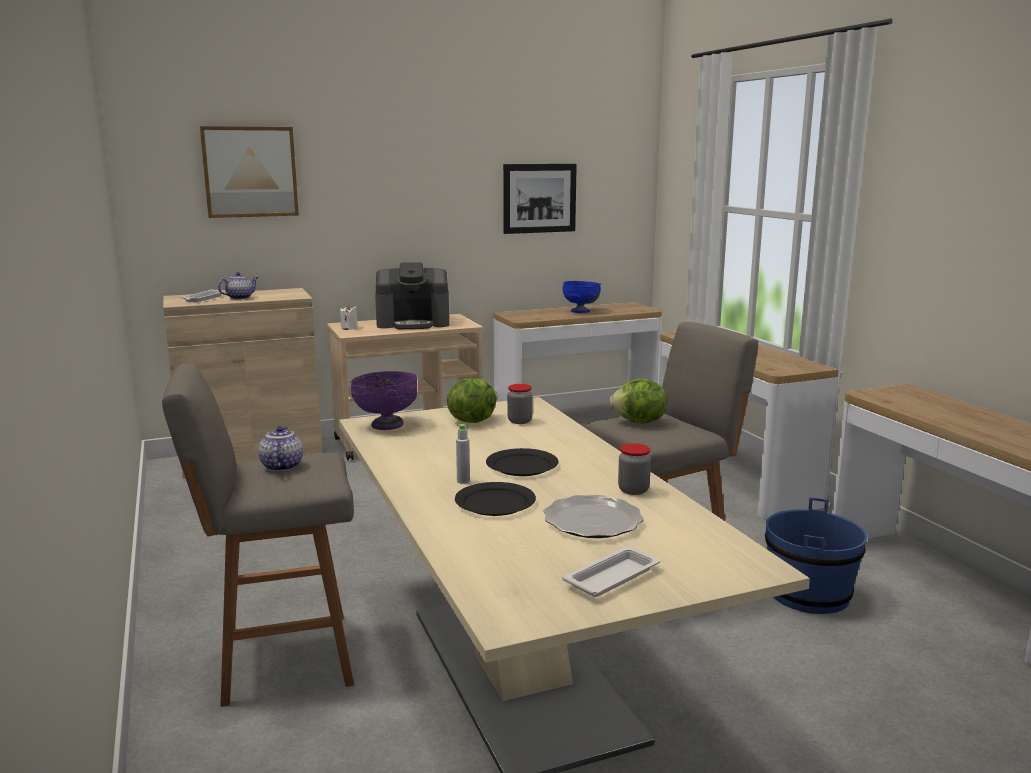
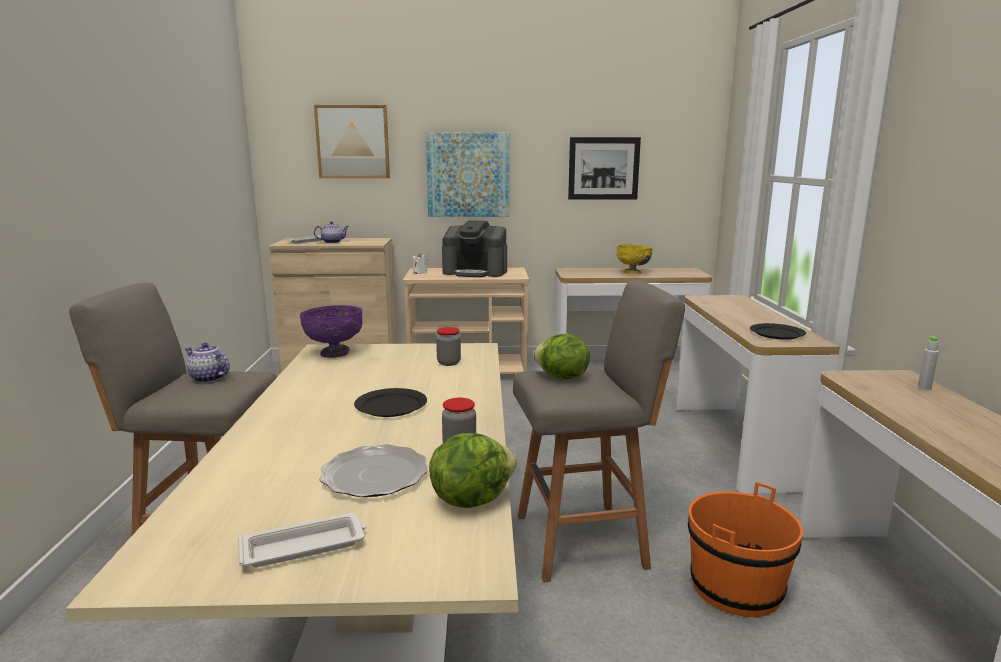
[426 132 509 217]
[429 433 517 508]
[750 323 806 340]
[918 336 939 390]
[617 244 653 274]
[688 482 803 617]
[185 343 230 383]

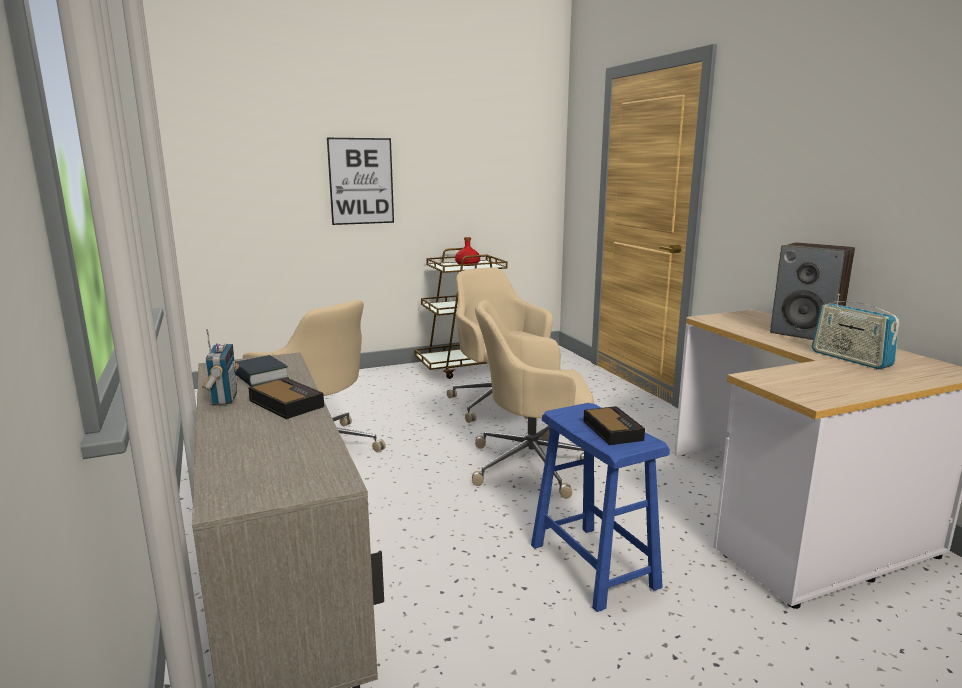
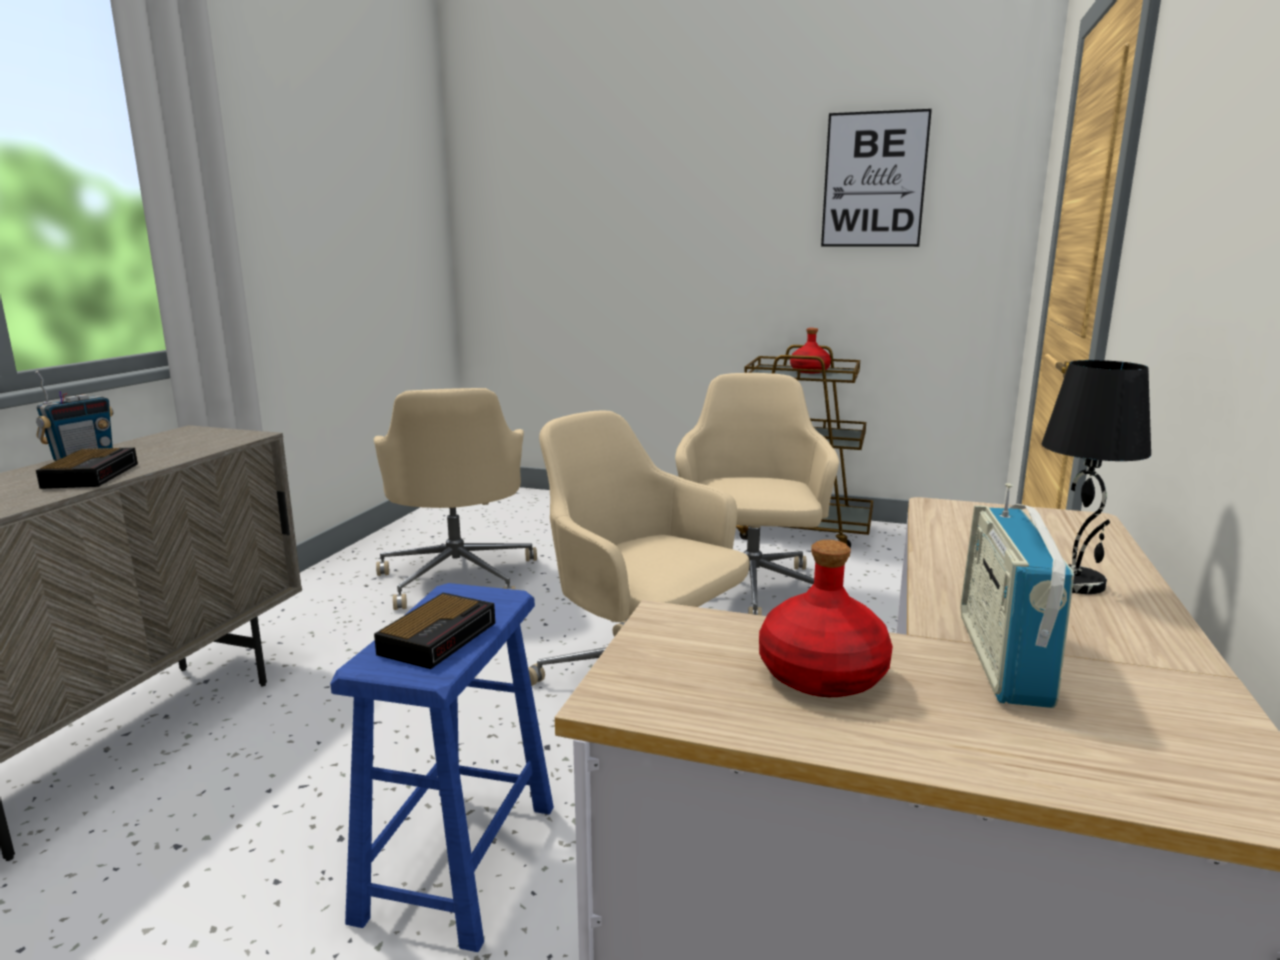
[235 355 289 387] (first image)
[759 540 893 697]
[821 109 932 247]
[1041 360 1151 594]

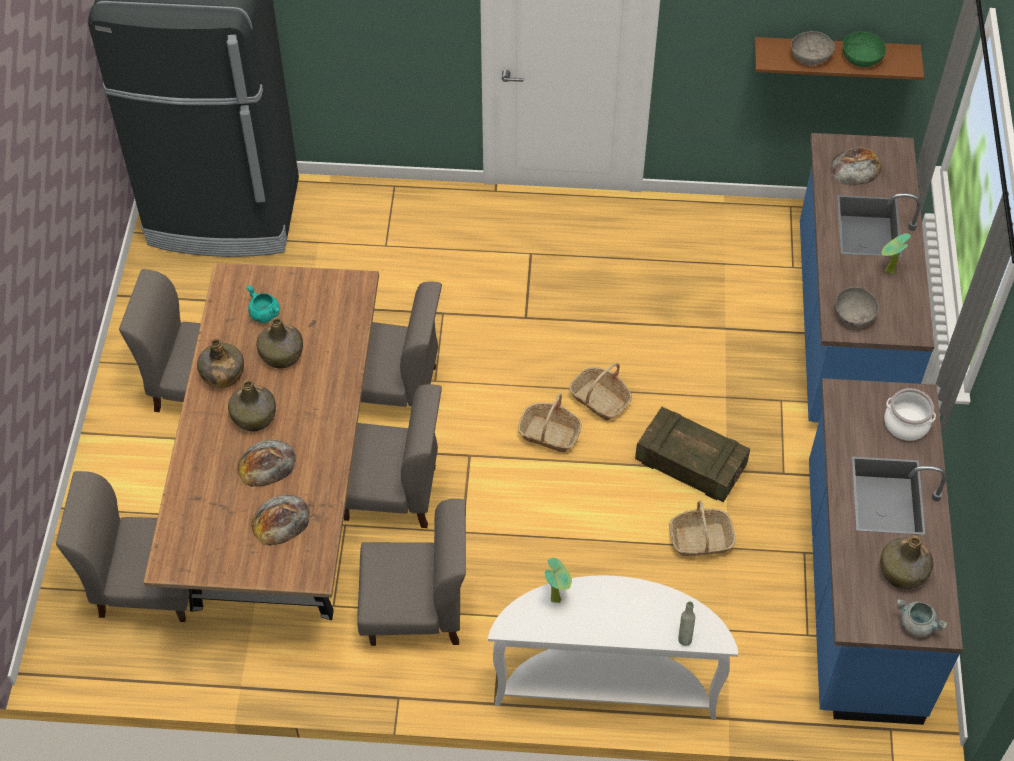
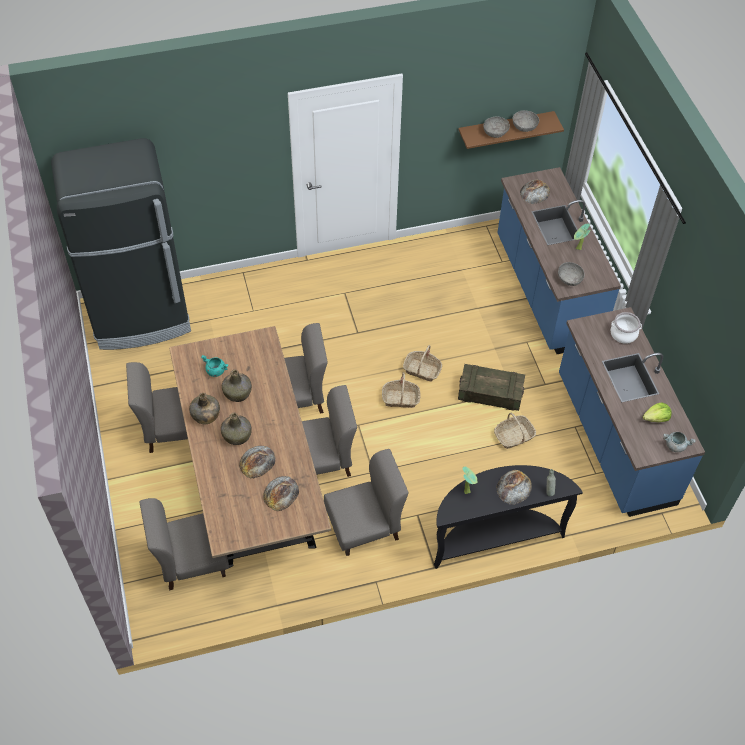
[496 470 532 505]
[643 403 672 422]
[434 465 583 569]
[512 110 539 132]

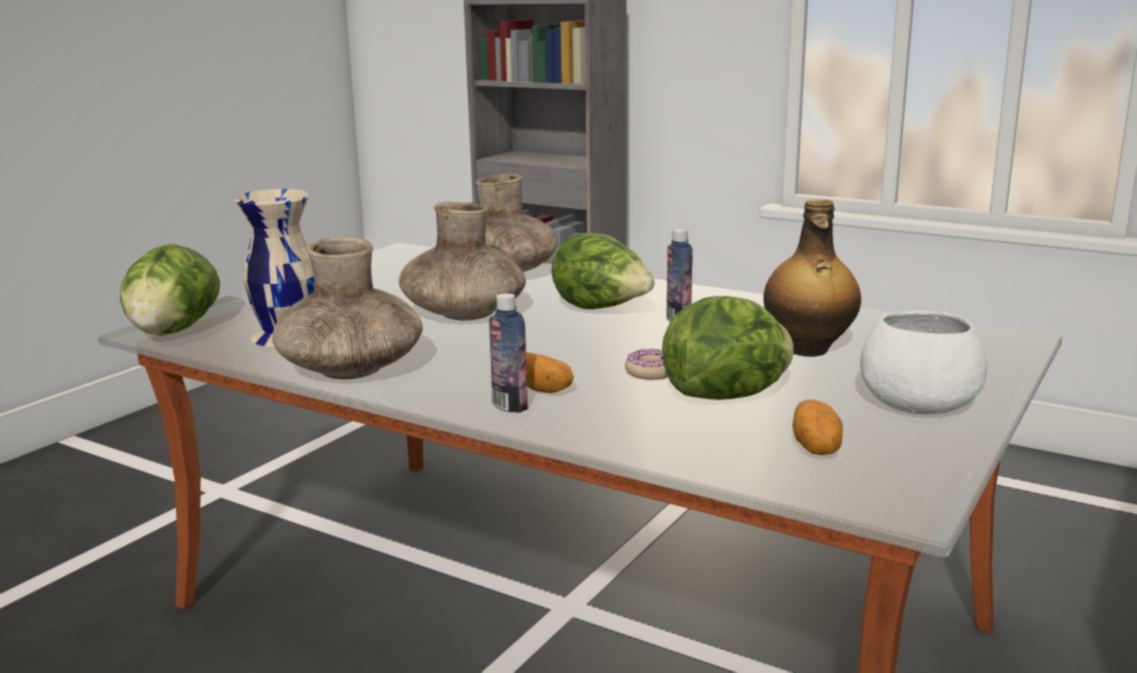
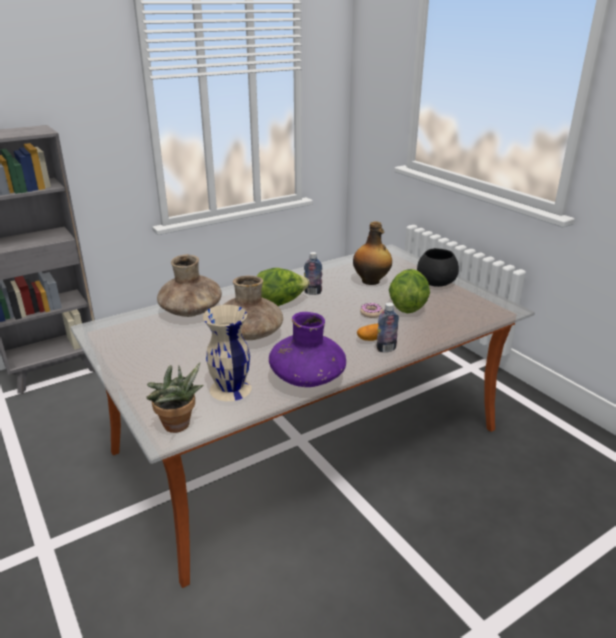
[792 399 843 455] (first image)
[146 363 203 433]
[269 312 346 387]
[417 248 459 287]

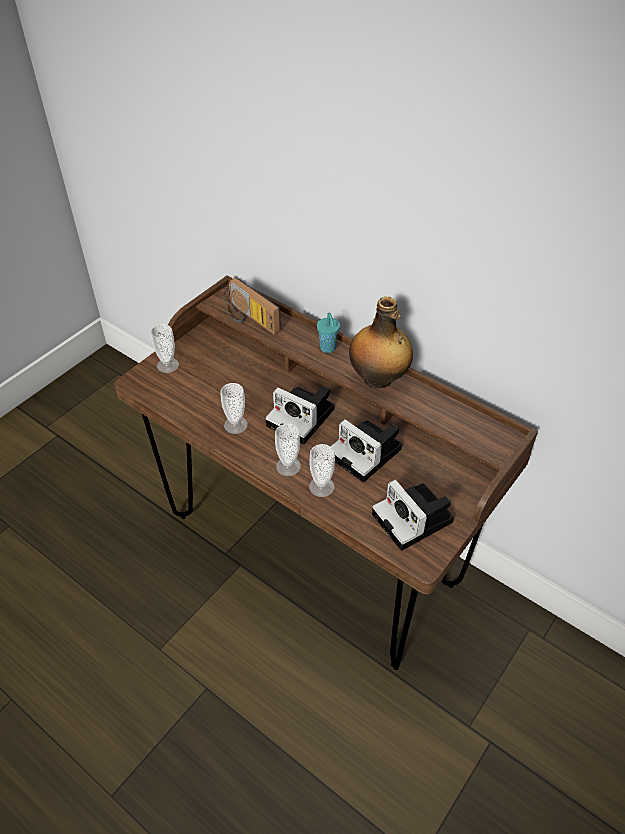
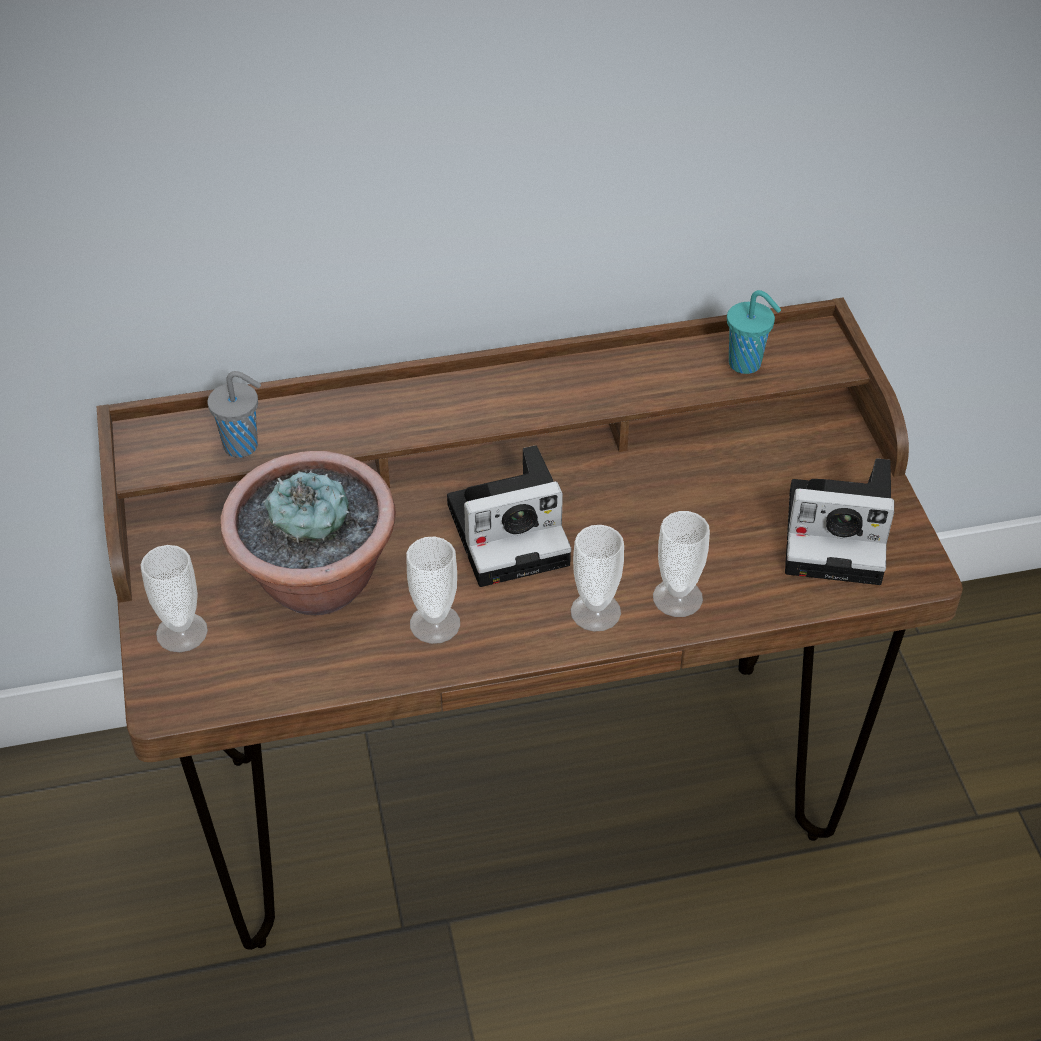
[330 419 403 482] (first image)
[349 297 413 389] (first image)
[221 451 396 615]
[727 290 781 374]
[208 371 261 457]

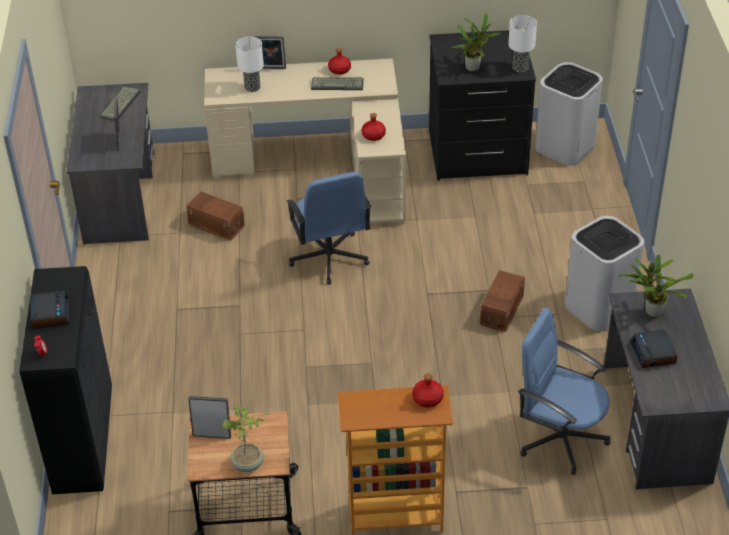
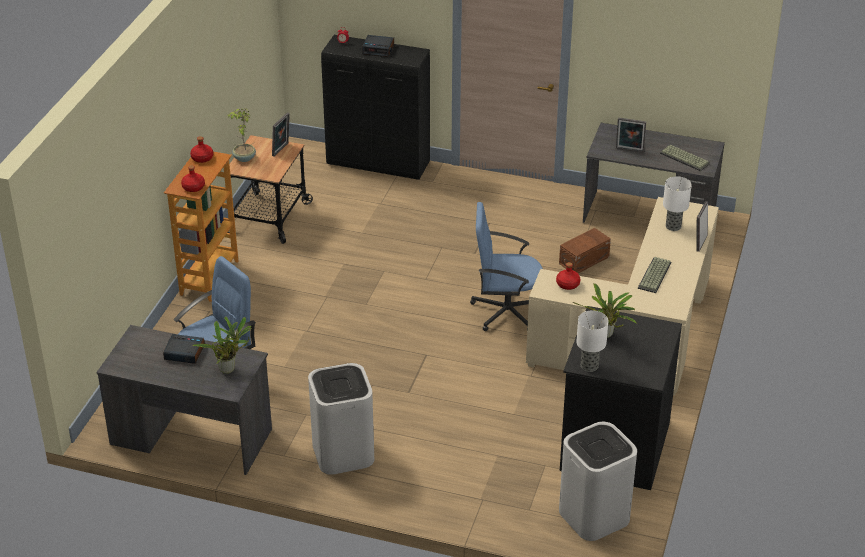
[480 270 525 332] (first image)
[190 136 213 163]

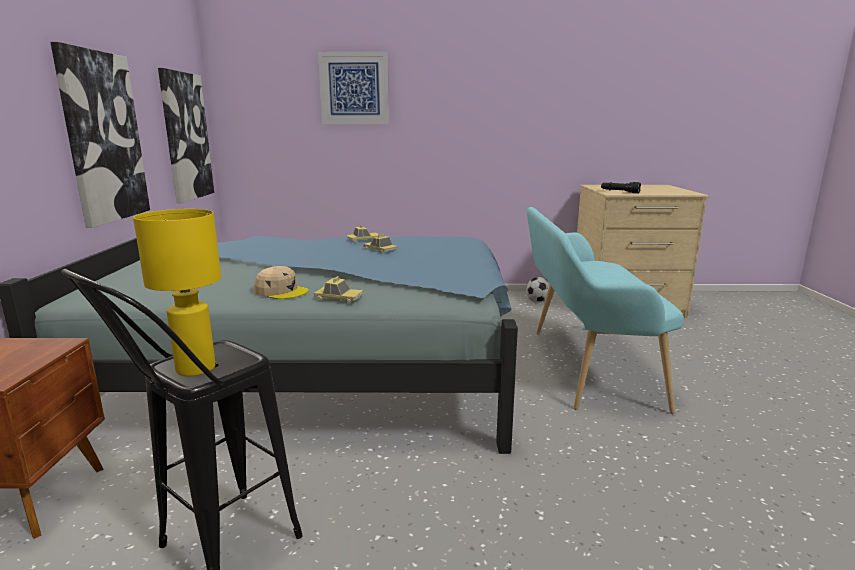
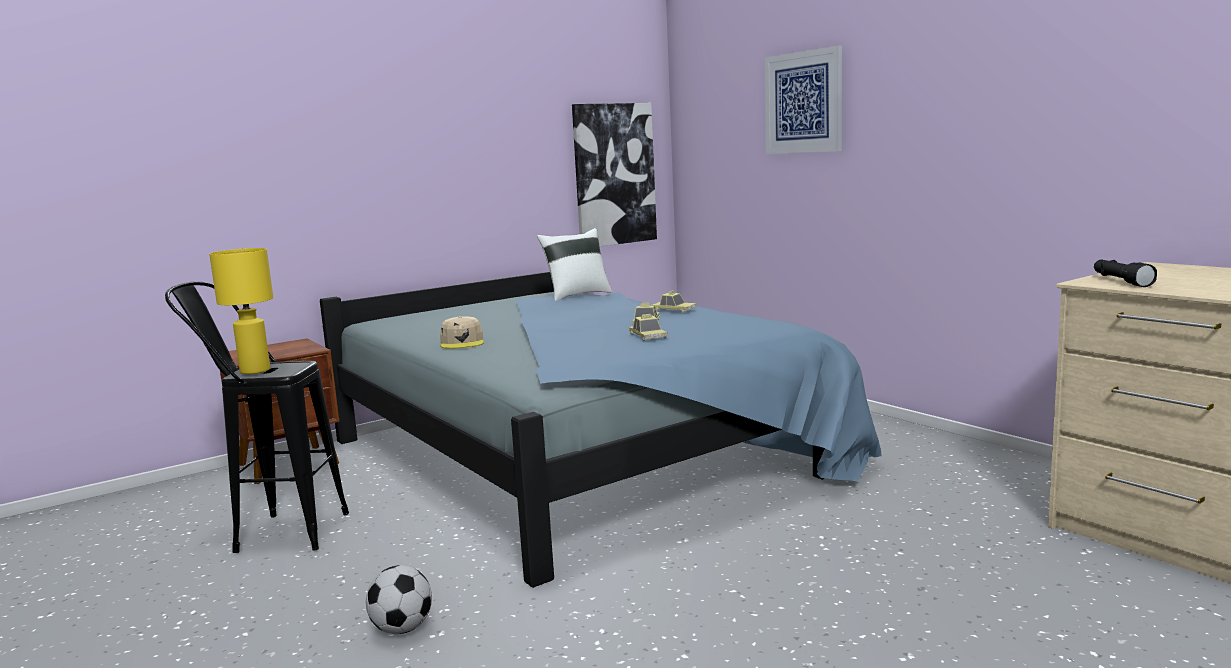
[50 42 150 228] (first image)
[527 207 684 414] (first image)
[537 228 612 301]
[629 314 668 341]
[366 565 432 634]

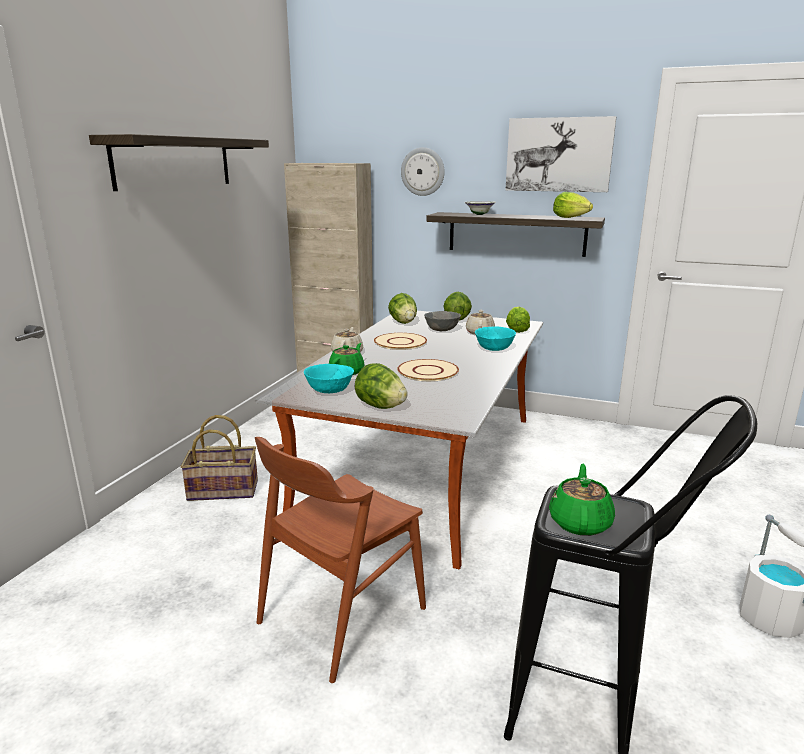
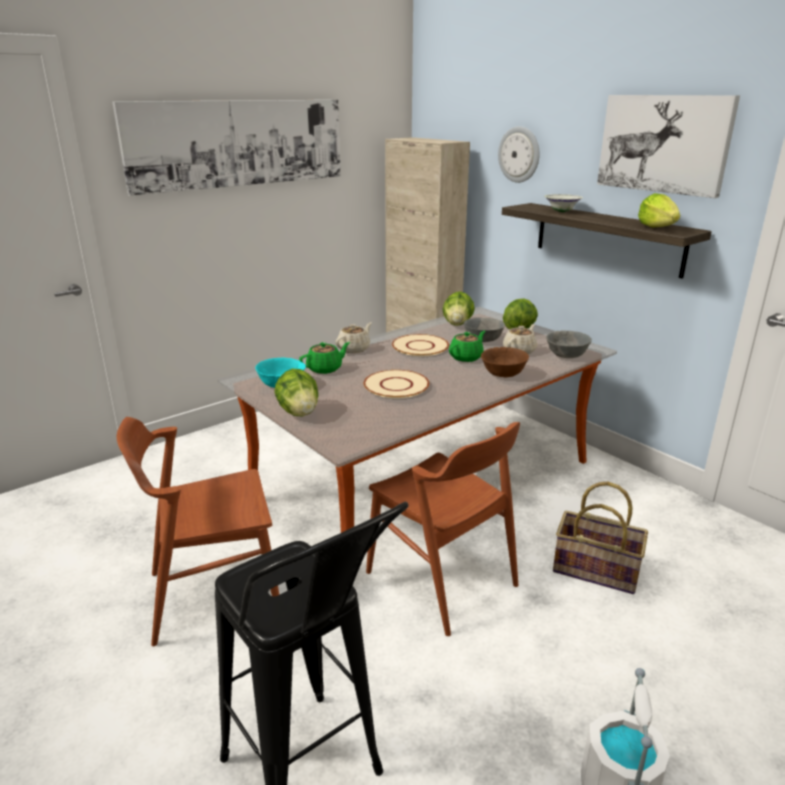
[366 422 520 636]
[553 482 648 594]
[449 331 485 362]
[112 100 341 196]
[546 330 592 358]
[481 347 529 377]

